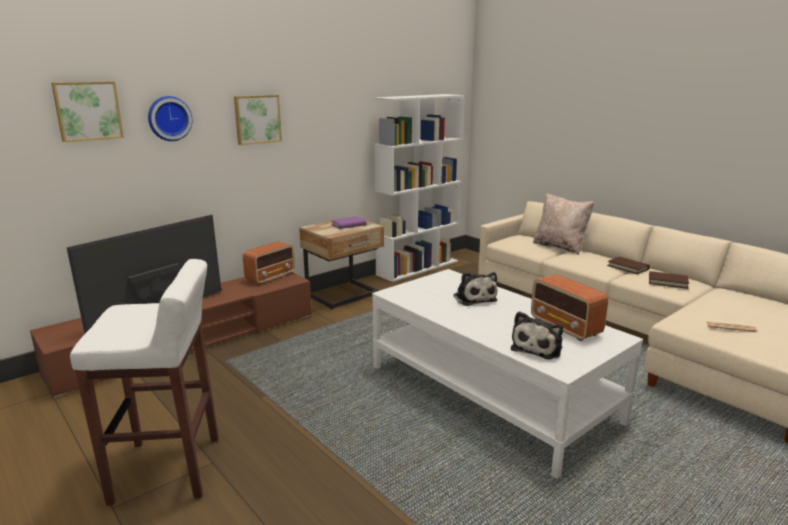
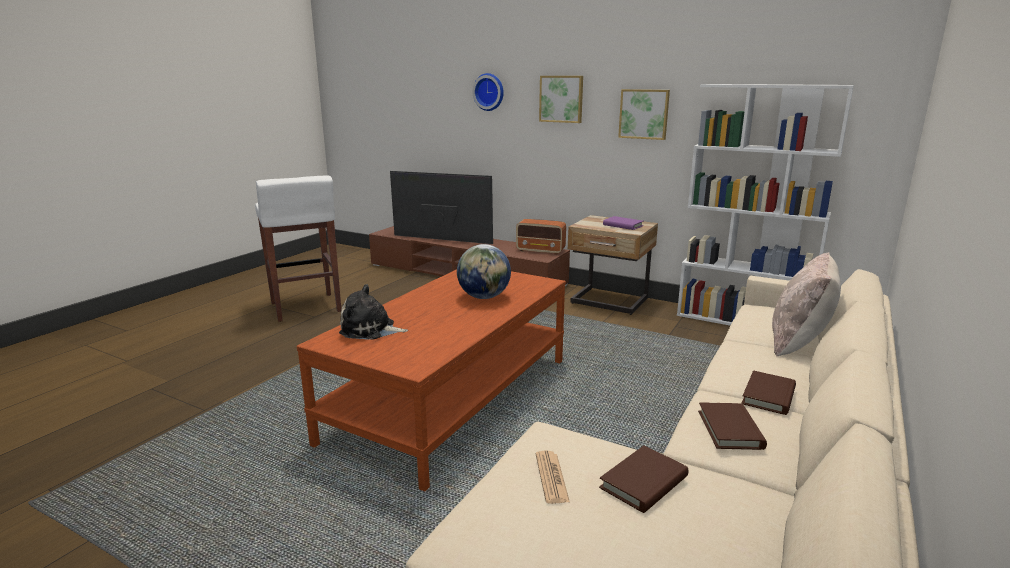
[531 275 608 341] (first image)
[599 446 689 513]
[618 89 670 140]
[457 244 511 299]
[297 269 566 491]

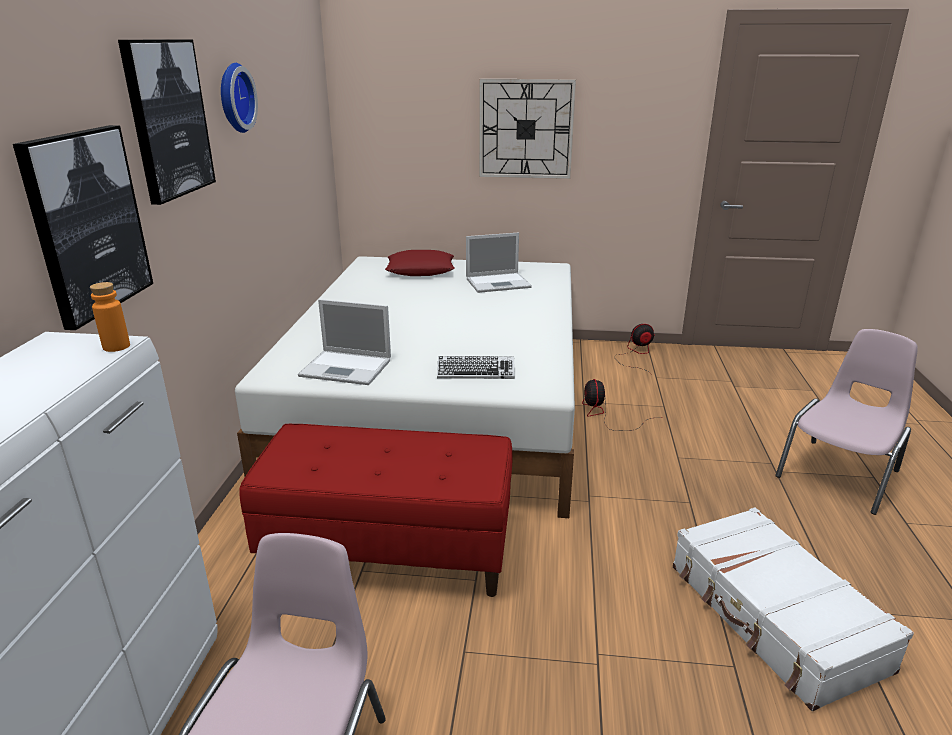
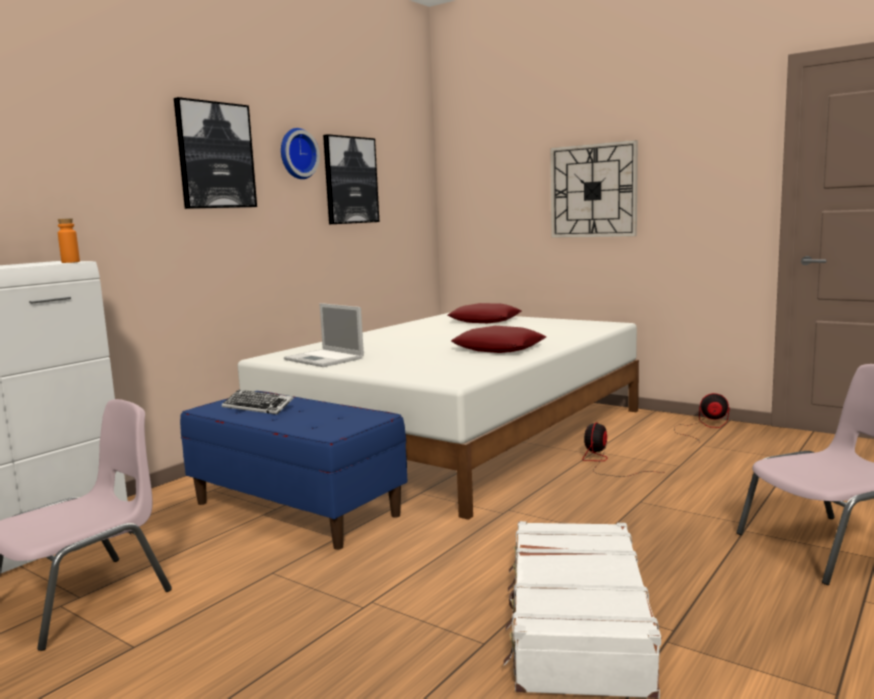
[466 232 532 293] (first image)
[451 326 546 353]
[323 134 379 224]
[222 390 293 414]
[180 391 407 550]

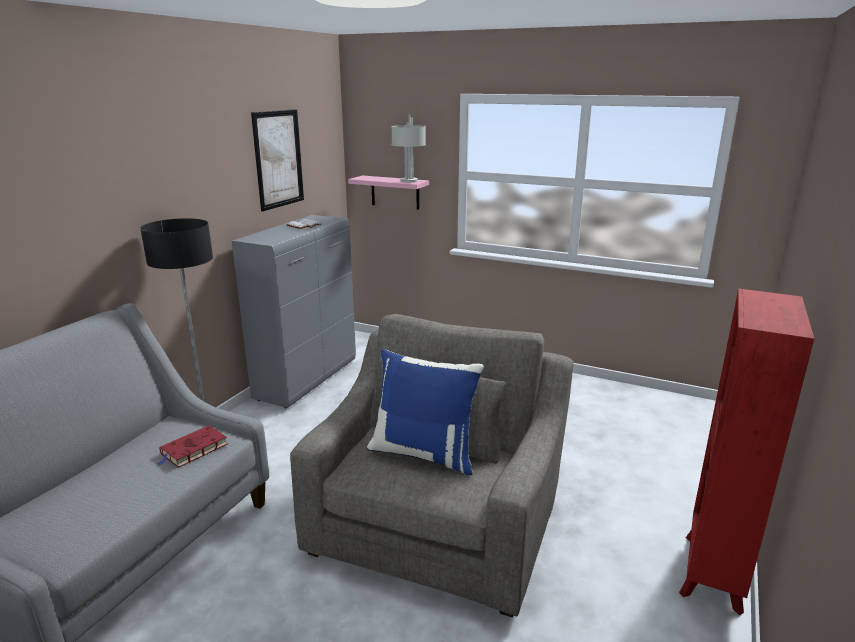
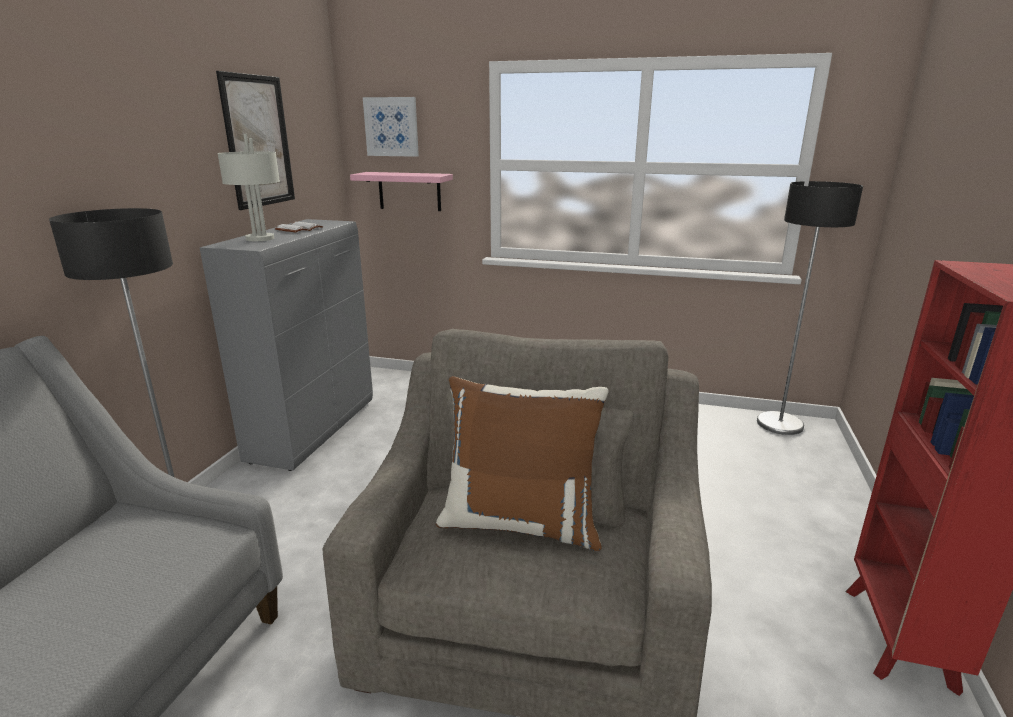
[157 425 227 468] (first image)
[363 97 419 157]
[757 181 863 435]
[217 134 280 241]
[436 376 608 551]

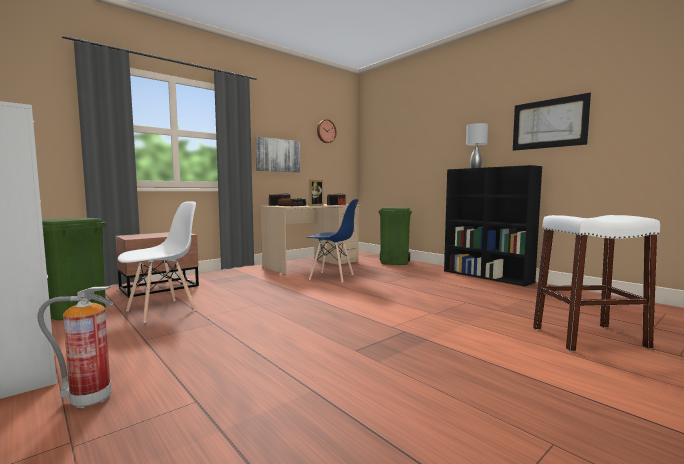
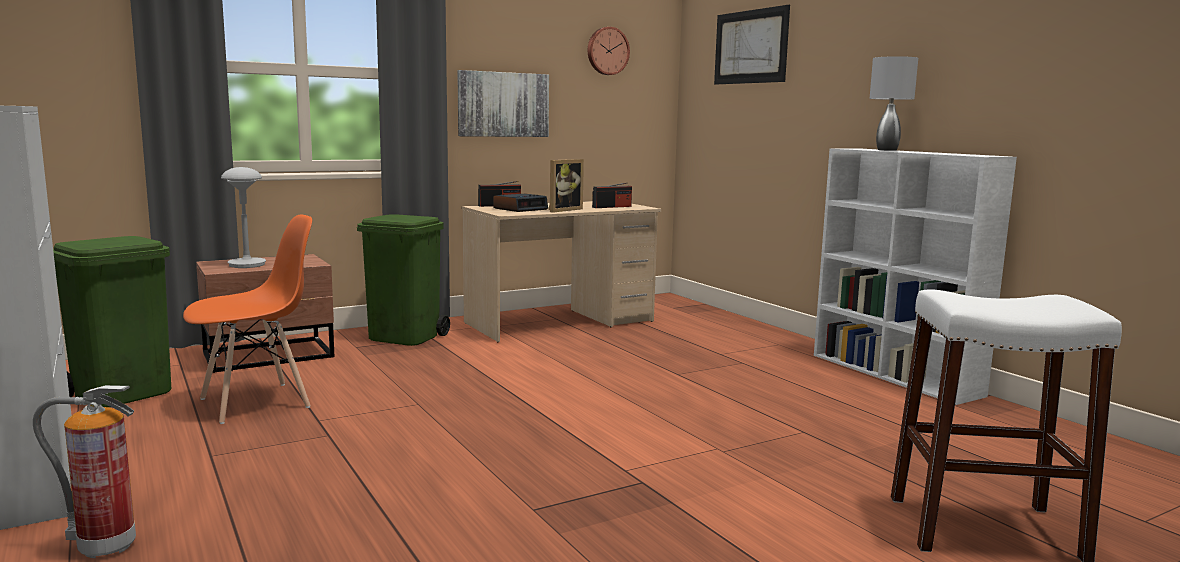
[306 199 359 283] (first image)
[221 167 266 268]
[357 214 450 346]
[714 5 790 85]
[183 215 312 424]
[814 149 1017 405]

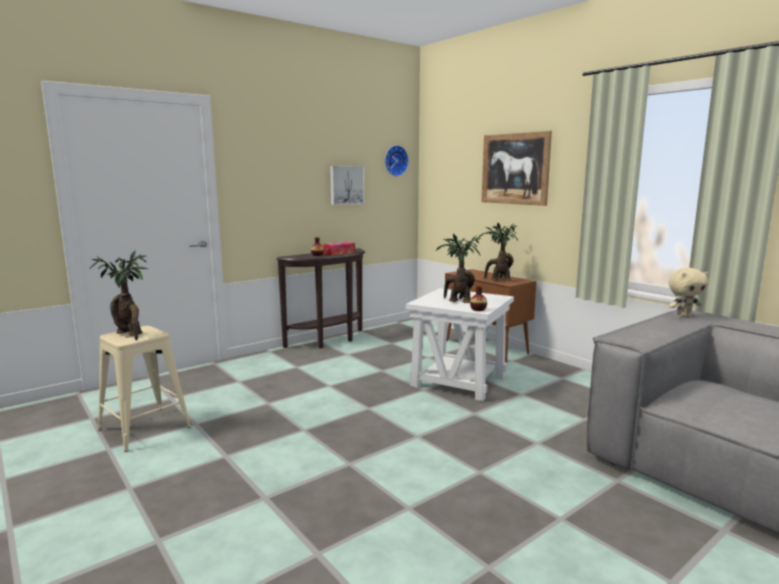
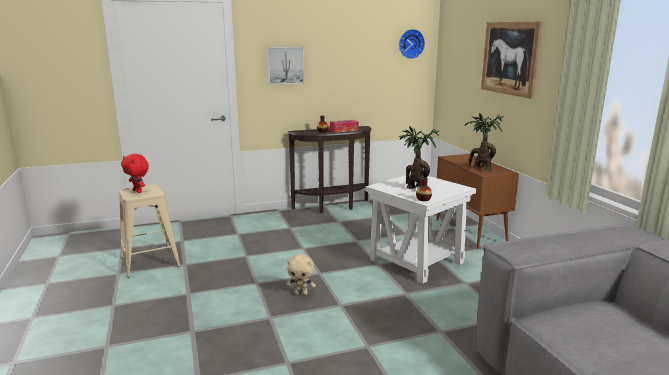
[267 47 304 85]
[287 254 316 295]
[121 154 149 193]

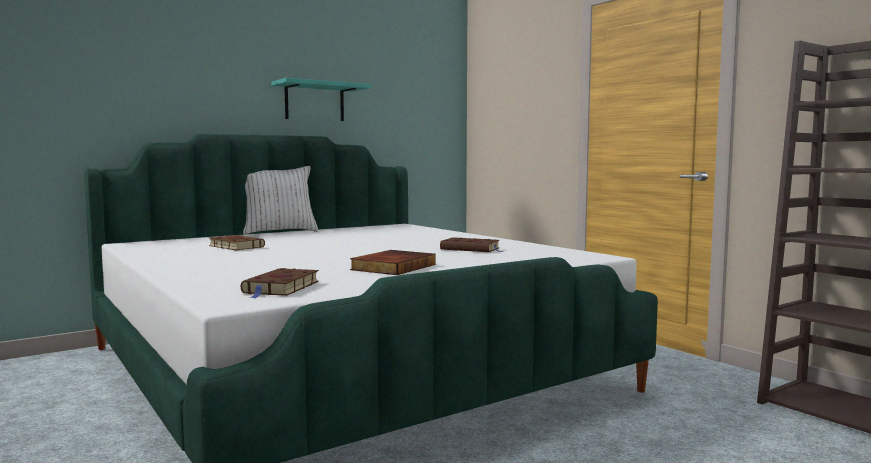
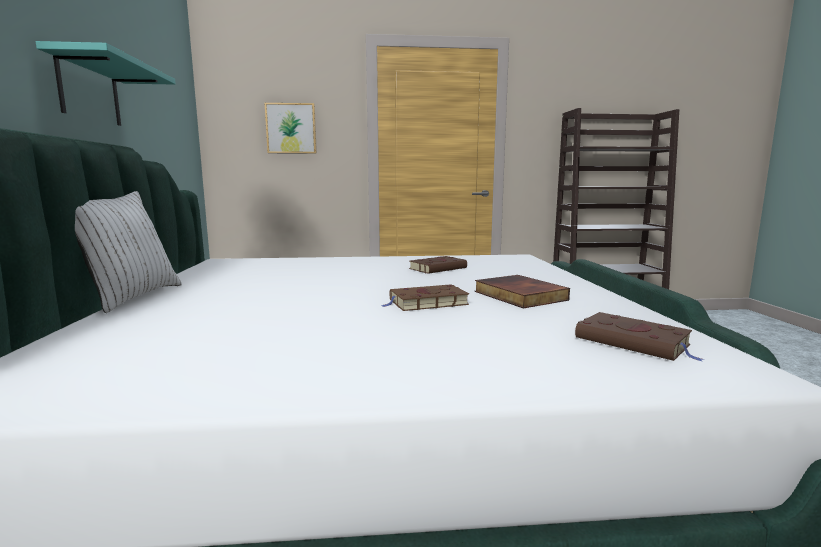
[265 103 317 154]
[382 284 469 311]

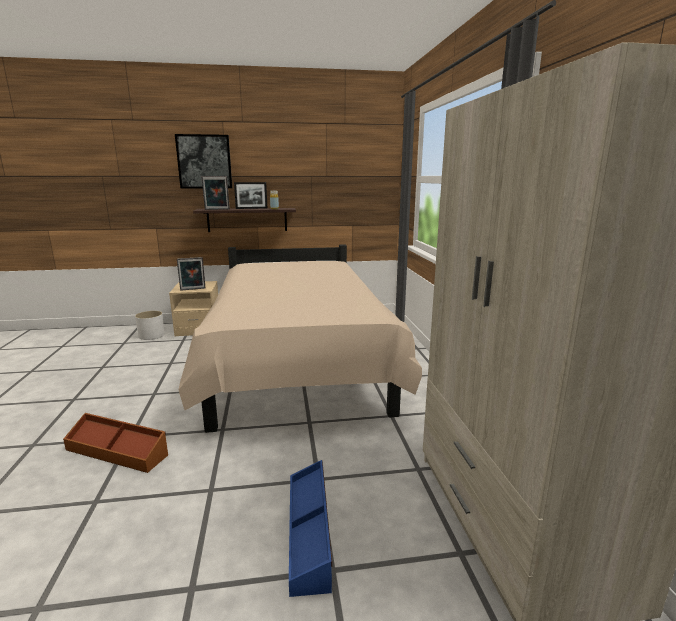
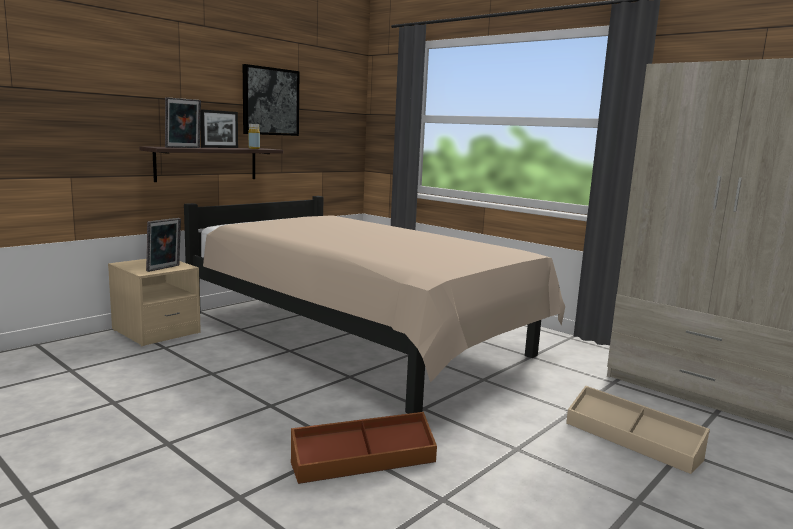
[135 311 164 340] (first image)
[243 64 299 136]
[566 386 710 474]

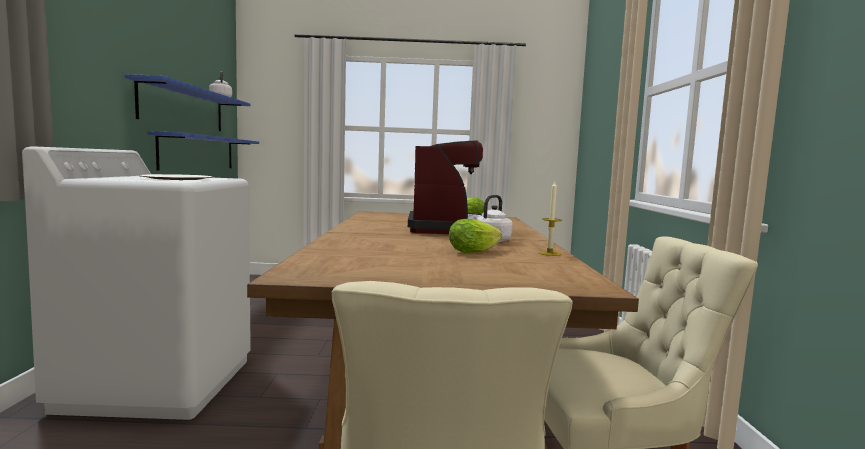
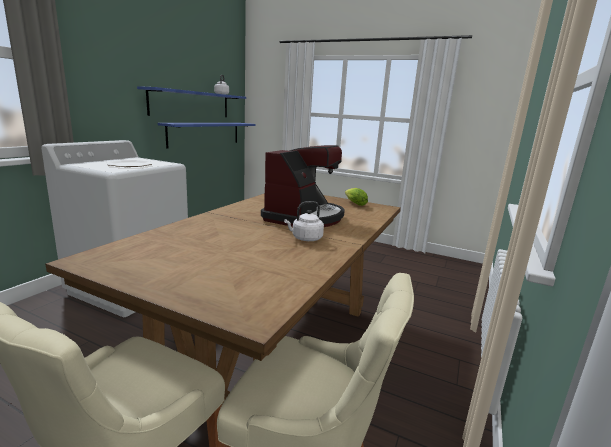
[449 219 502 253] (first image)
[538 181 562 256] (first image)

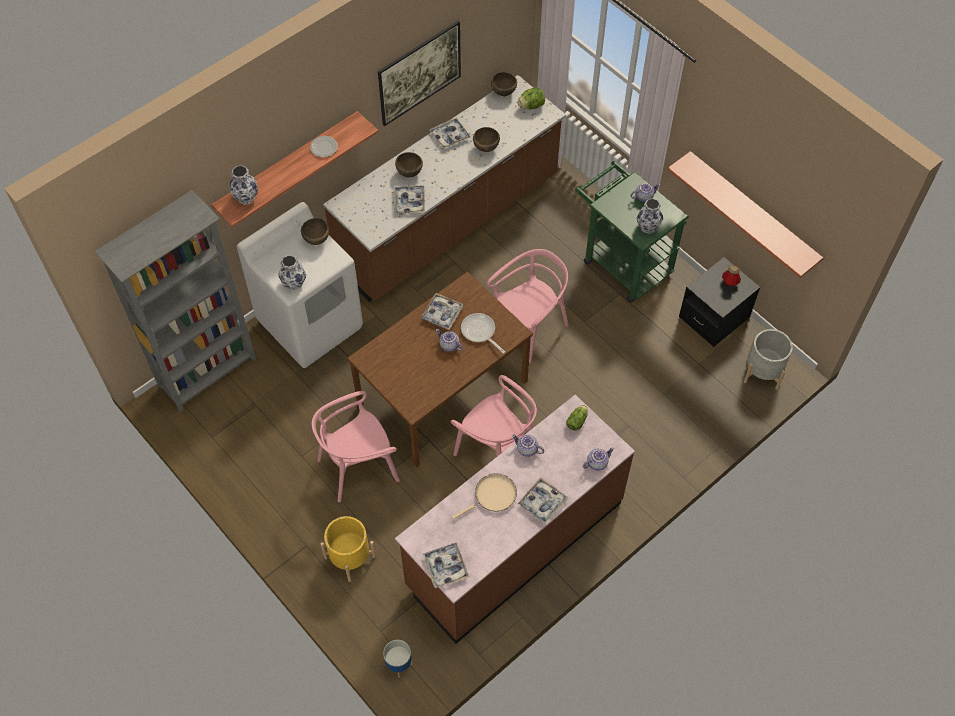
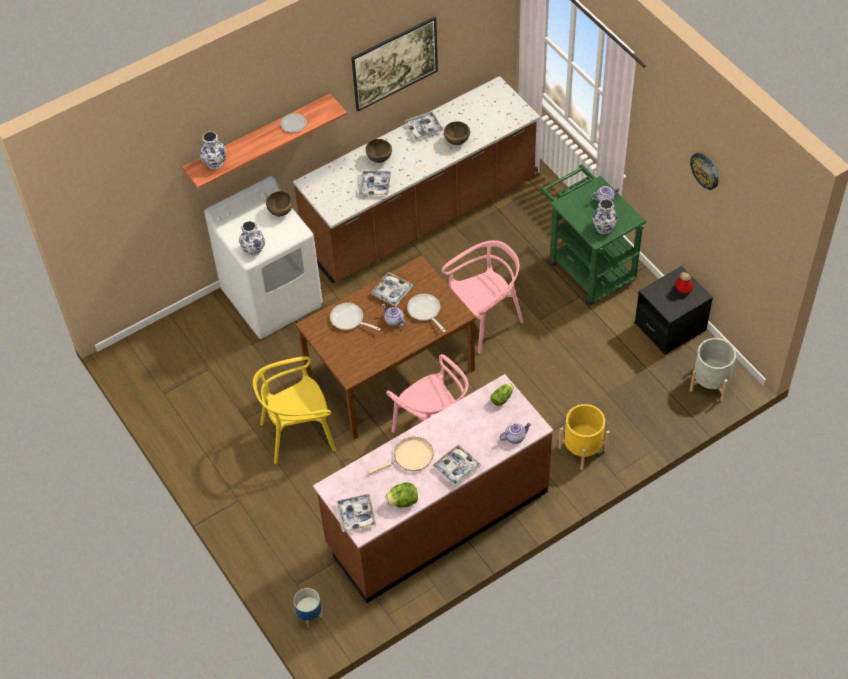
[95 190 256 412] (first image)
[491 72 517 96] (first image)
[512 434 544 457] (first image)
[668 151 823 278] (first image)
[330 303 381 331]
[690 153 718 190]
[558 404 610 470]
[385 482 418 507]
[253 356 336 464]

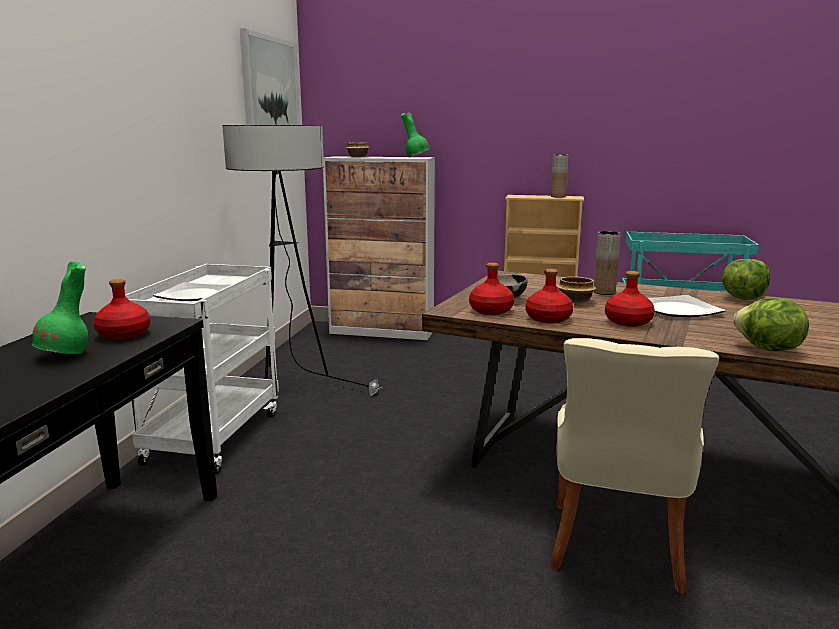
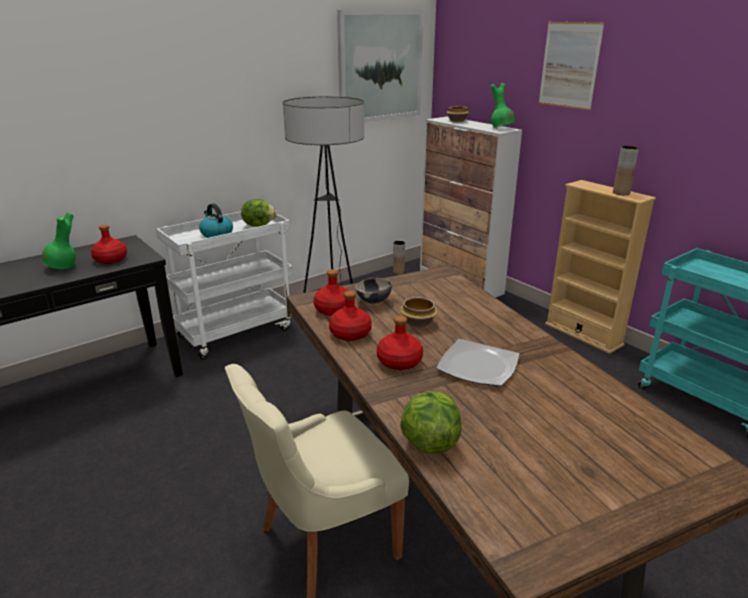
[539 22 605 110]
[393 241 405 275]
[241 199 277 227]
[199 203 233 238]

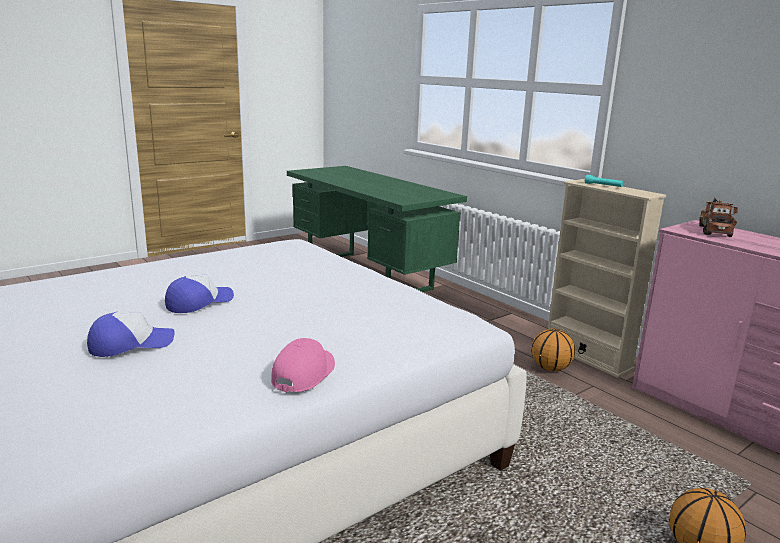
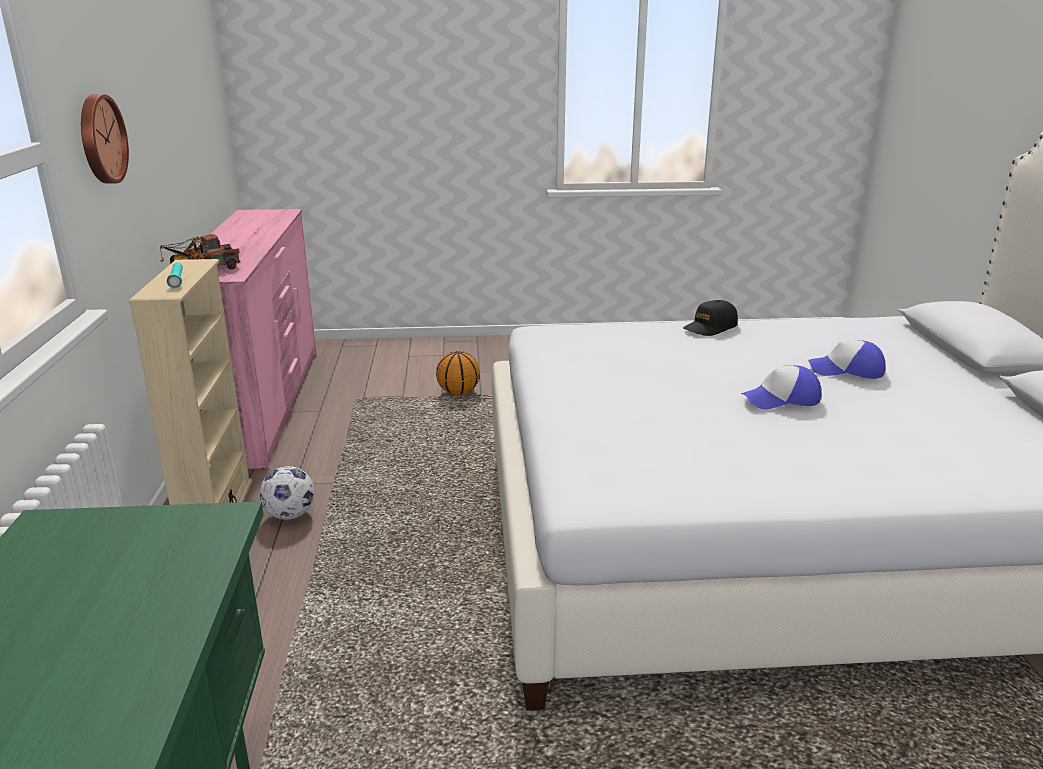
[81 94 129 184]
[260 466 315 520]
[683 300 738 336]

